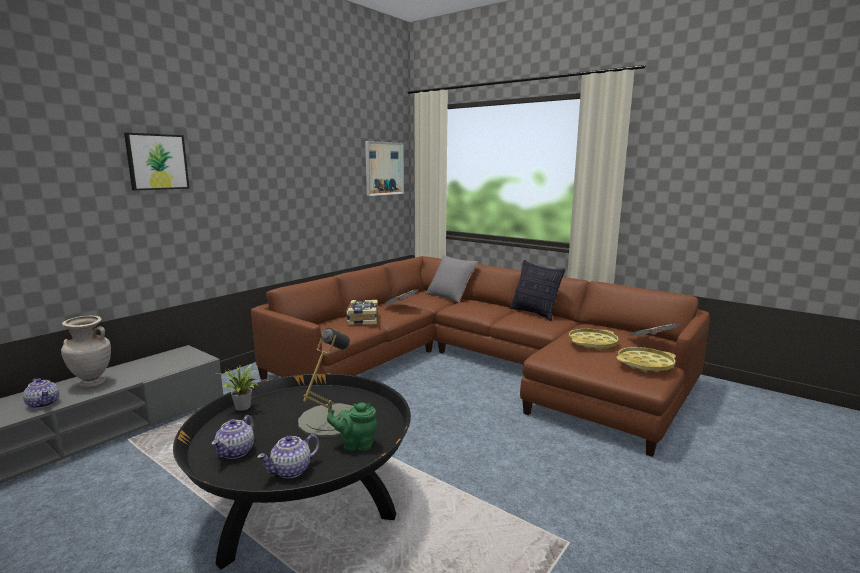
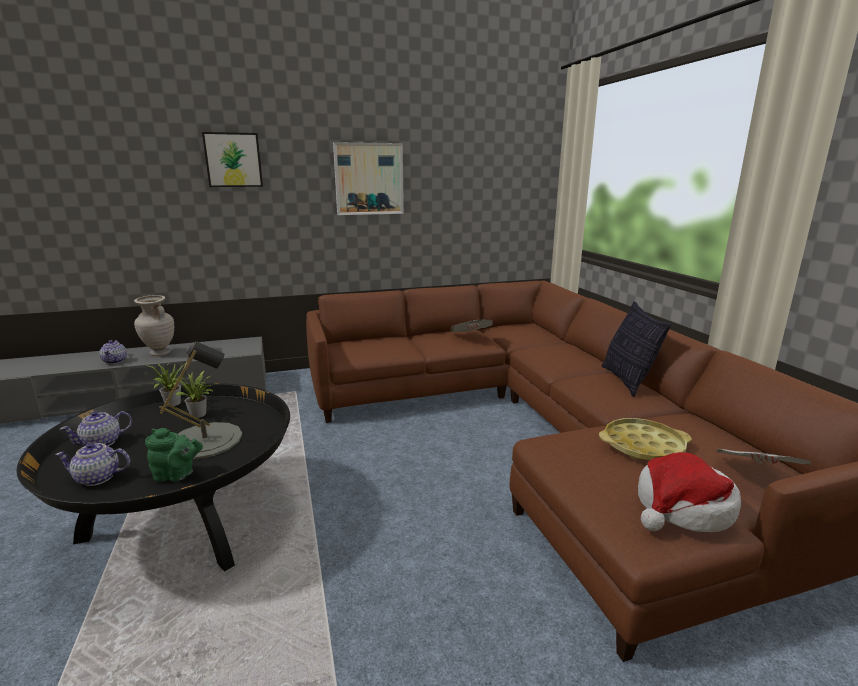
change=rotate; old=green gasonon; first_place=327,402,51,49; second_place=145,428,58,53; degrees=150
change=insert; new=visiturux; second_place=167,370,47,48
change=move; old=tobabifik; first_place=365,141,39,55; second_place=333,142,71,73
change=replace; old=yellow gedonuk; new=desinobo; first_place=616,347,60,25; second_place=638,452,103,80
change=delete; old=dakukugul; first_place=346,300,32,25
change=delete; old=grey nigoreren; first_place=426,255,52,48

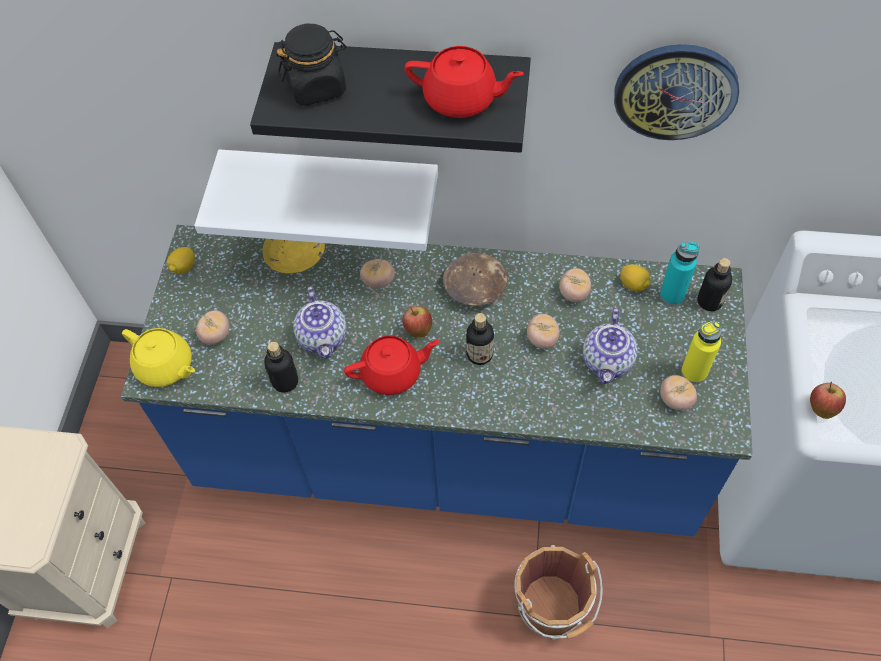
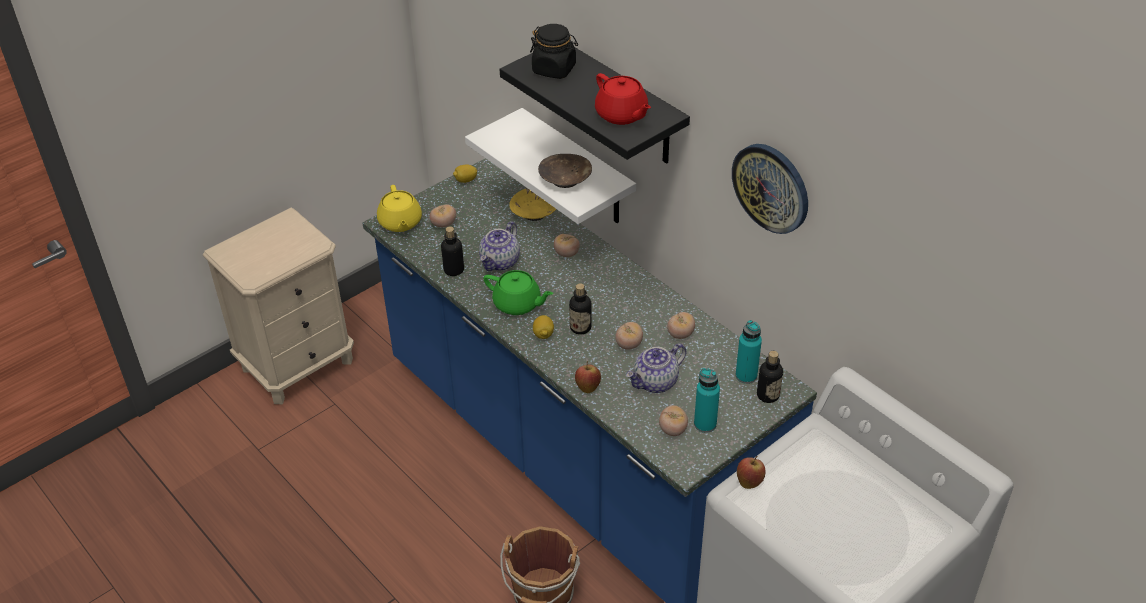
change=recolor; old=red gasonon; new=green gasonon; first_place=344,335,96,60; second_place=483,270,70,45
change=move; old=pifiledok; first_place=620,264,31,28; second_place=533,315,21,24
change=move; old=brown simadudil; first_place=443,253,64,53; second_place=538,154,54,34
change=move; old=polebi; first_place=402,306,30,32; second_place=575,361,26,32
change=recolor; old=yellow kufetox; new=turquoise kufetox; first_place=681,322,41,62; second_place=694,368,26,65

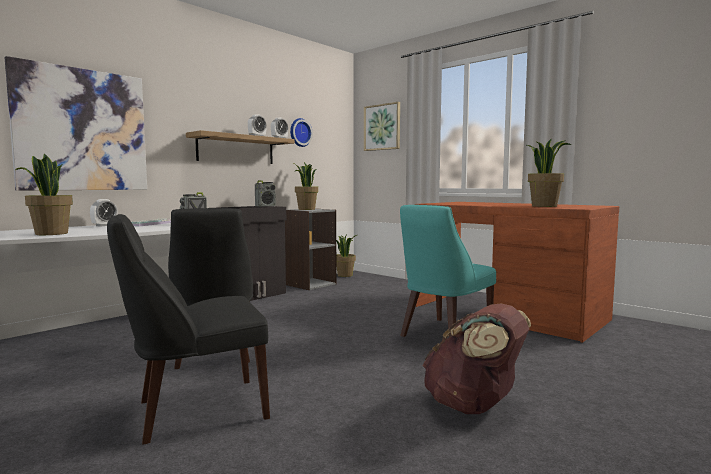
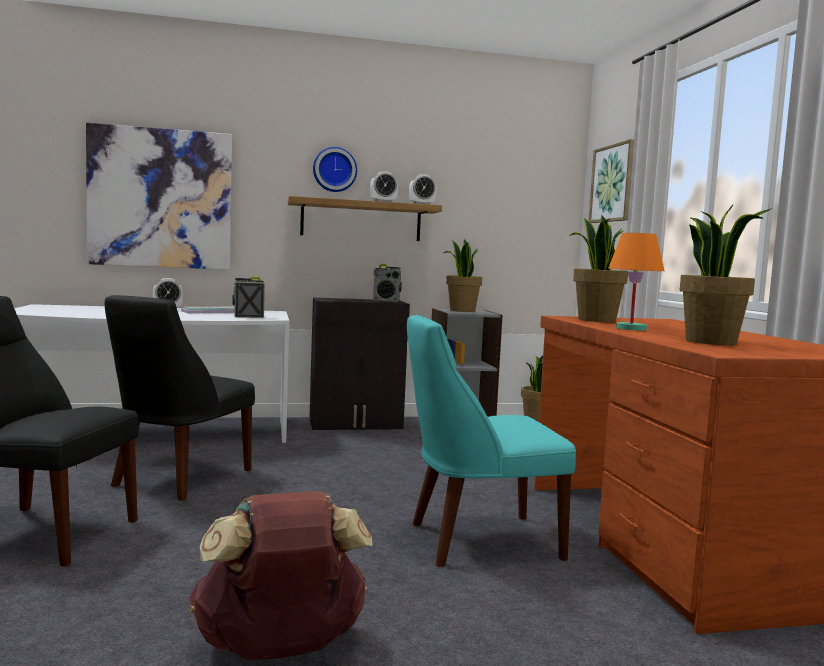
change=move; old=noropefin; first_place=290,118,23,29; second_place=313,147,44,45
change=move; old=visiturux; first_place=15,153,58,82; second_place=569,215,59,107
change=insert; new=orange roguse; second_place=608,233,57,98

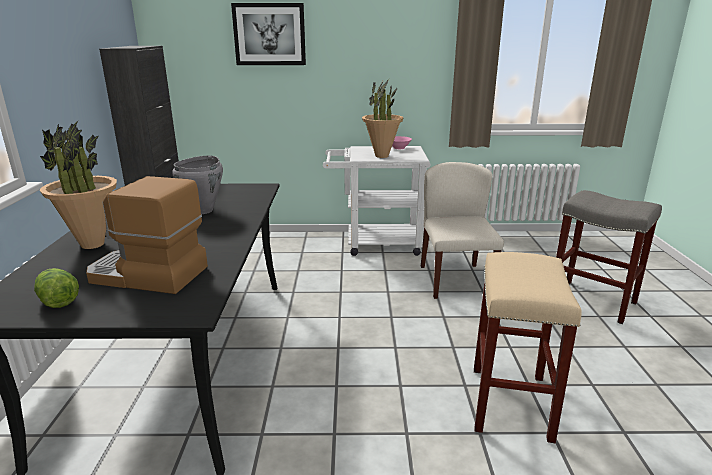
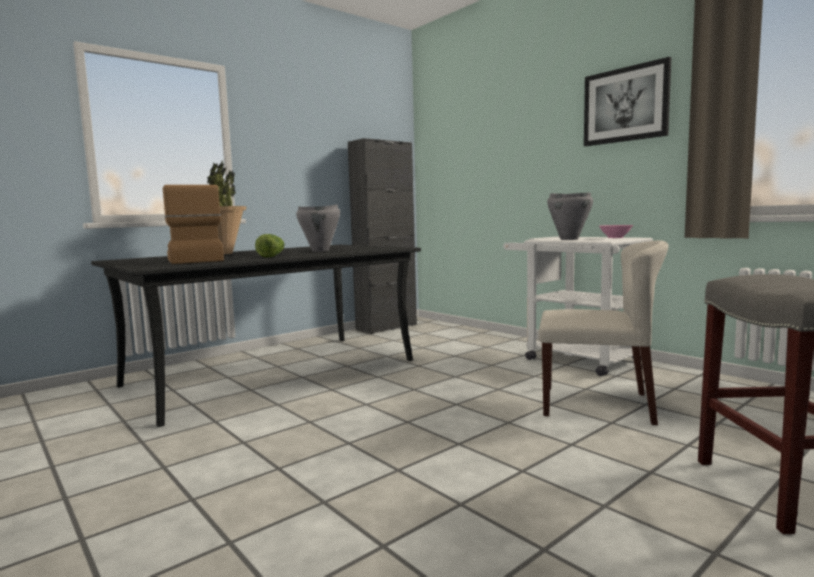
change=move; old=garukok; first_place=34,268,45,40; second_place=255,234,30,24
change=rotate; old=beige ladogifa; first_place=421,162,83,137; second_place=538,240,131,185; degrees=60
change=replace; old=visiturux; new=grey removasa; first_place=362,79,41,79; second_place=547,193,46,47
change=move; old=tobabifik; first_place=231,3,75,62; second_place=584,57,87,89
change=delete; old=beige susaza; first_place=474,252,108,191

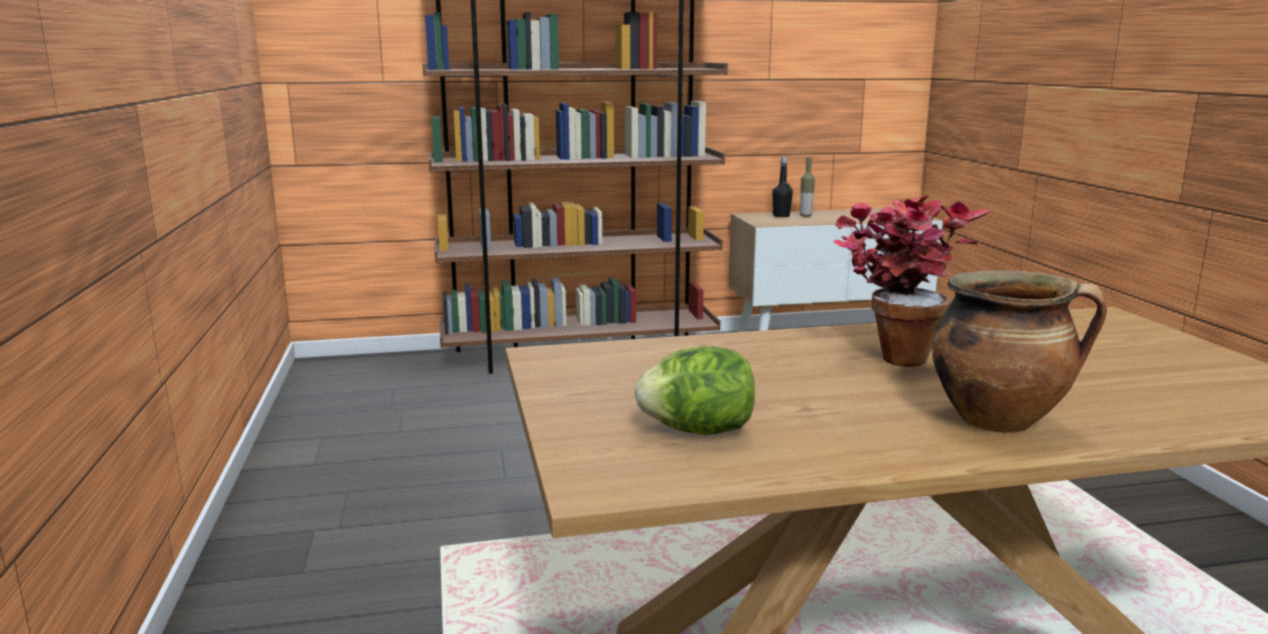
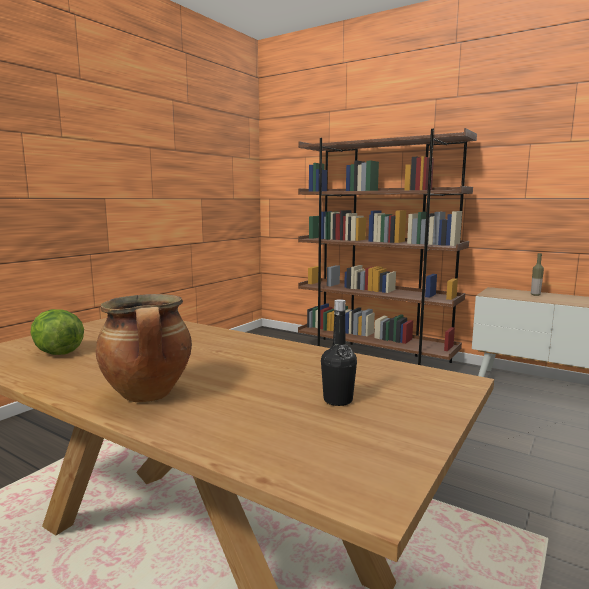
change=move; old=black kufetox; first_place=772,157,21,60; second_place=321,299,36,107
change=delete; old=visiturux; first_place=834,195,156,172

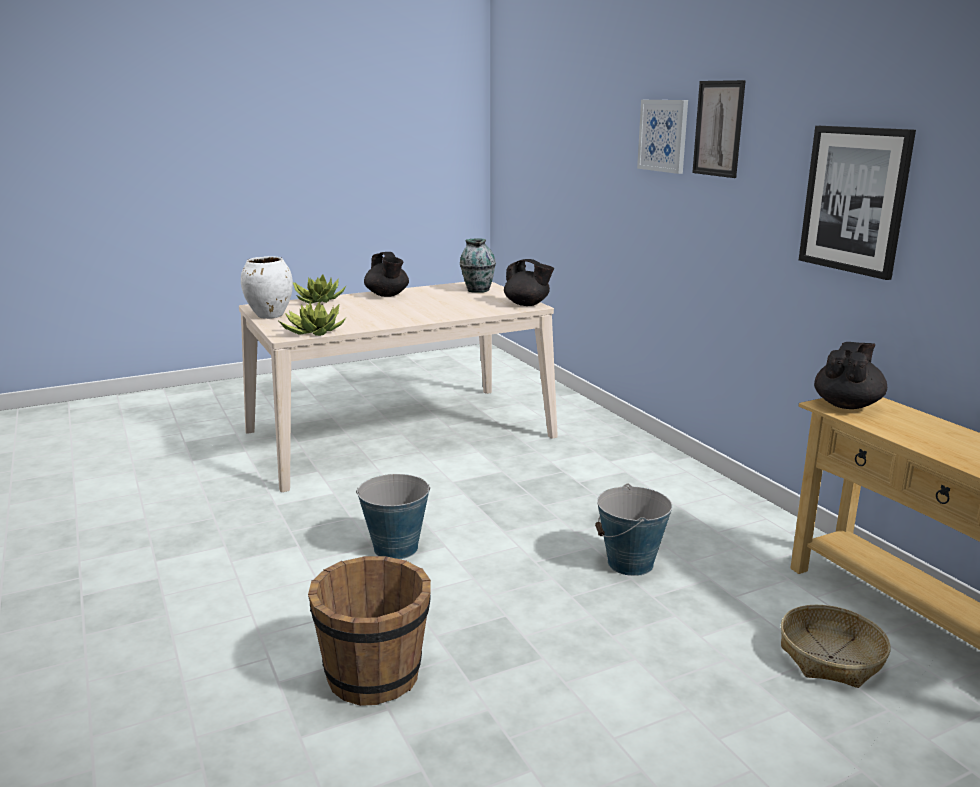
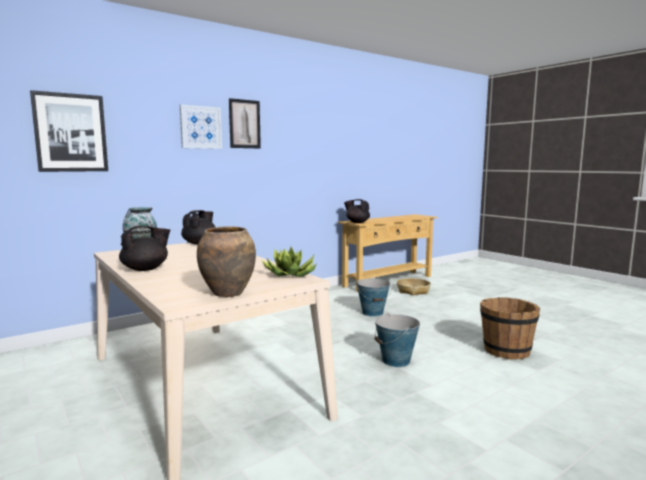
change=move; old=tobabifik; first_place=799,126,117,154; second_place=30,90,78,82
change=recolor; old=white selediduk; new=brown selediduk; first_place=241,256,52,63; second_place=197,226,59,71
change=delete; old=visiturux; first_place=293,274,53,30

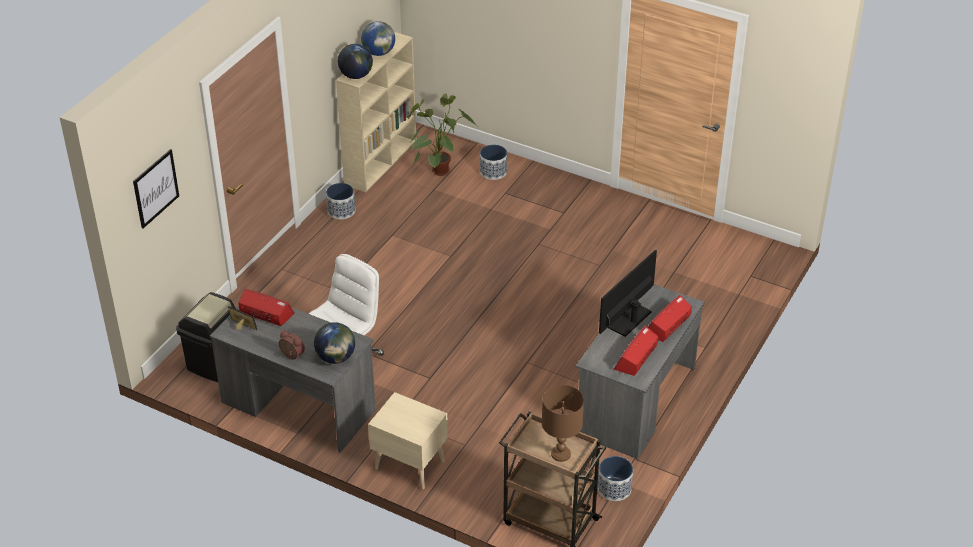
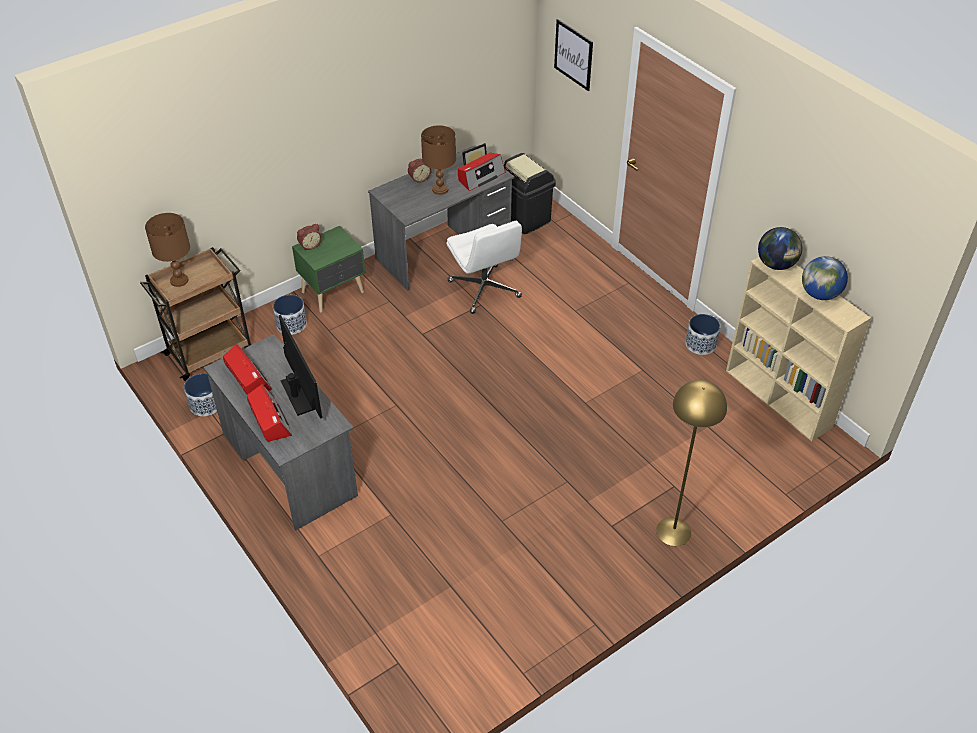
change=move; old=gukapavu; first_place=480,145,27,35; second_place=273,295,34,40
change=recolor; old=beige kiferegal; new=green kiferegal; first_place=368,392,80,97; second_place=292,226,73,87
change=insert; new=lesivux; second_place=297,224,25,26
change=insert; new=brown roguse; second_place=421,125,35,70
change=insert; new=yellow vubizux; second_place=656,380,71,166
change=delete; old=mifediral; first_place=314,322,41,42
change=delete; old=visiturux; first_place=407,93,70,83

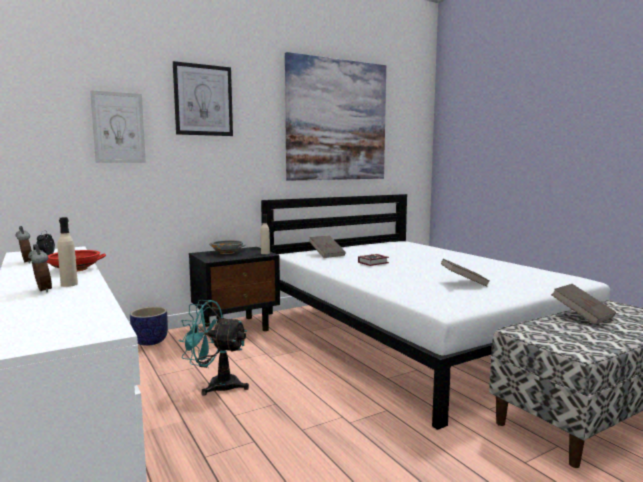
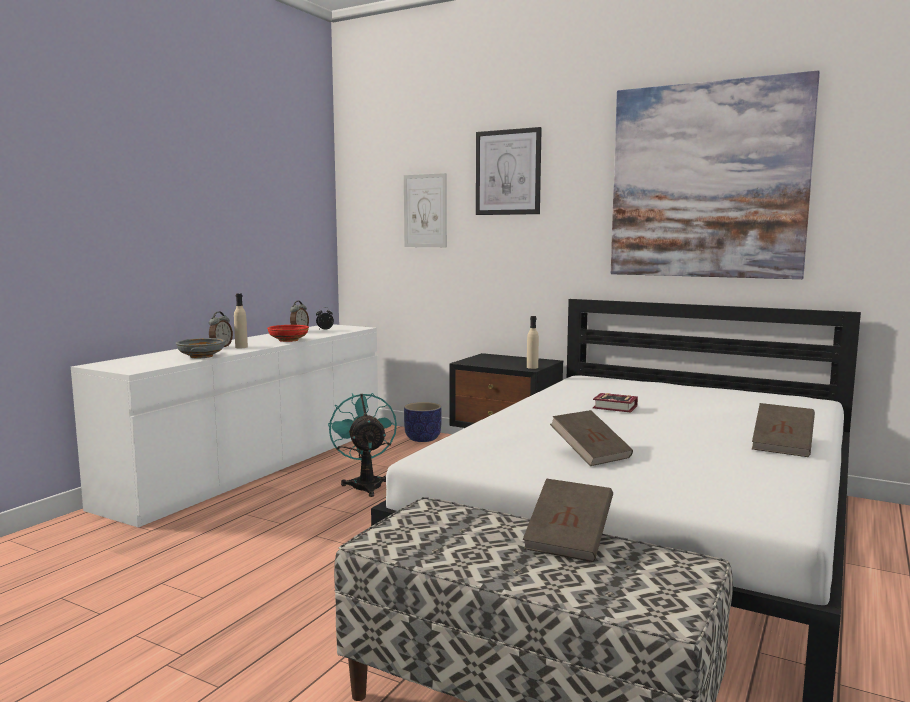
change=move; old=grey simadudil; first_place=209,240,37,14; second_place=175,338,50,20
change=move; old=brown dakukugul; first_place=309,235,36,23; second_place=752,403,63,54

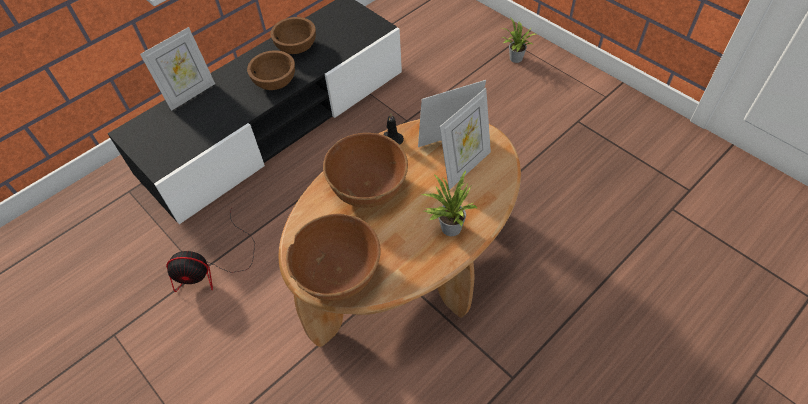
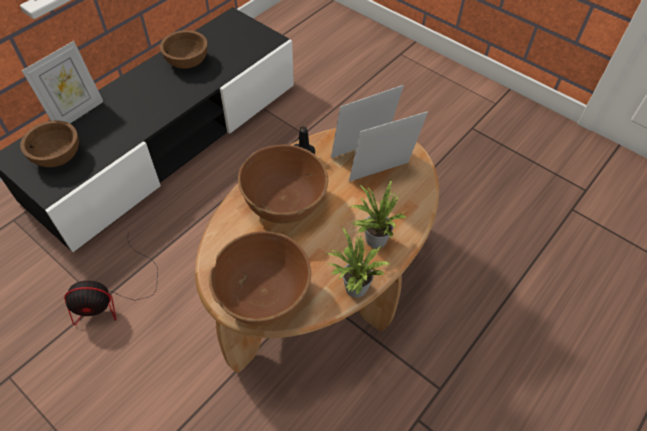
change=move; old=brown simadudil; first_place=247,50,48,40; second_place=20,120,59,47
change=move; old=visiturux; first_place=501,17,35,46; second_place=324,227,67,71
change=rotate; old=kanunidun; first_place=440,88,51,102; second_place=349,111,79,70; degrees=-150

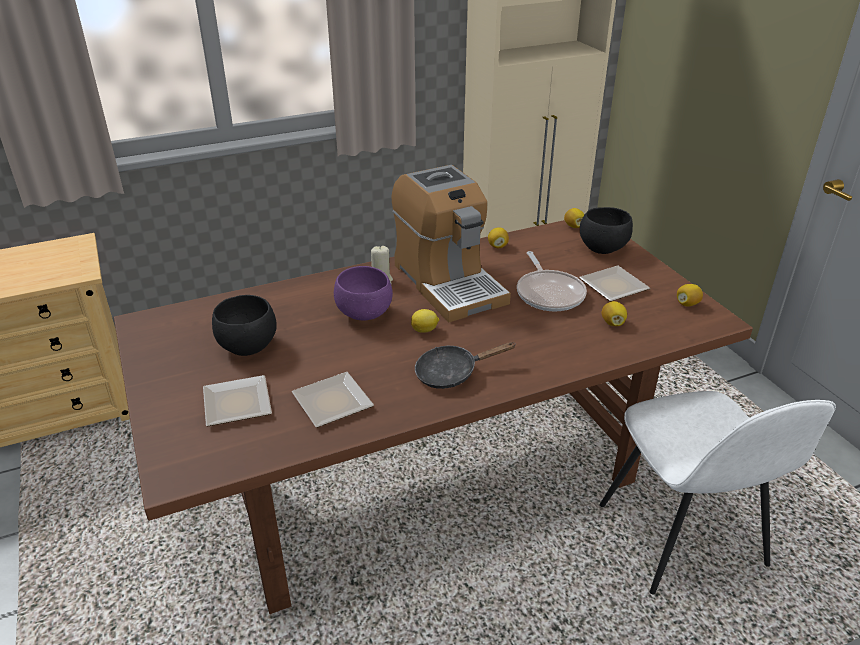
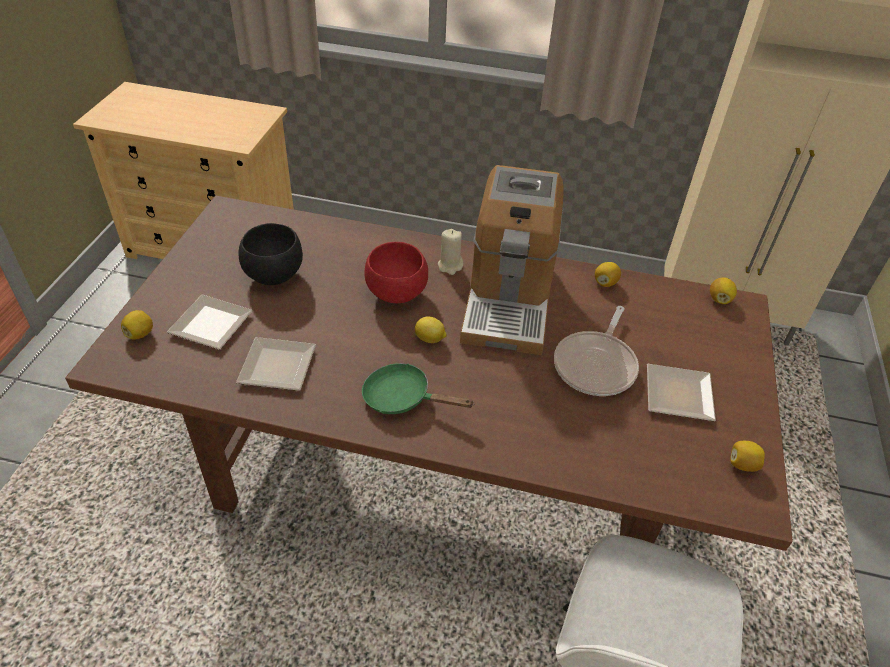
change=move; old=pifiledok; first_place=602,301,25,25; second_place=121,310,32,29
change=recolor; old=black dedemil; new=green dedemil; first_place=415,342,100,47; second_place=362,363,113,51
change=recolor; old=purple simadudil; new=red simadudil; first_place=334,266,59,55; second_place=364,242,64,61
change=delete; old=black simadudil; first_place=580,207,53,47

